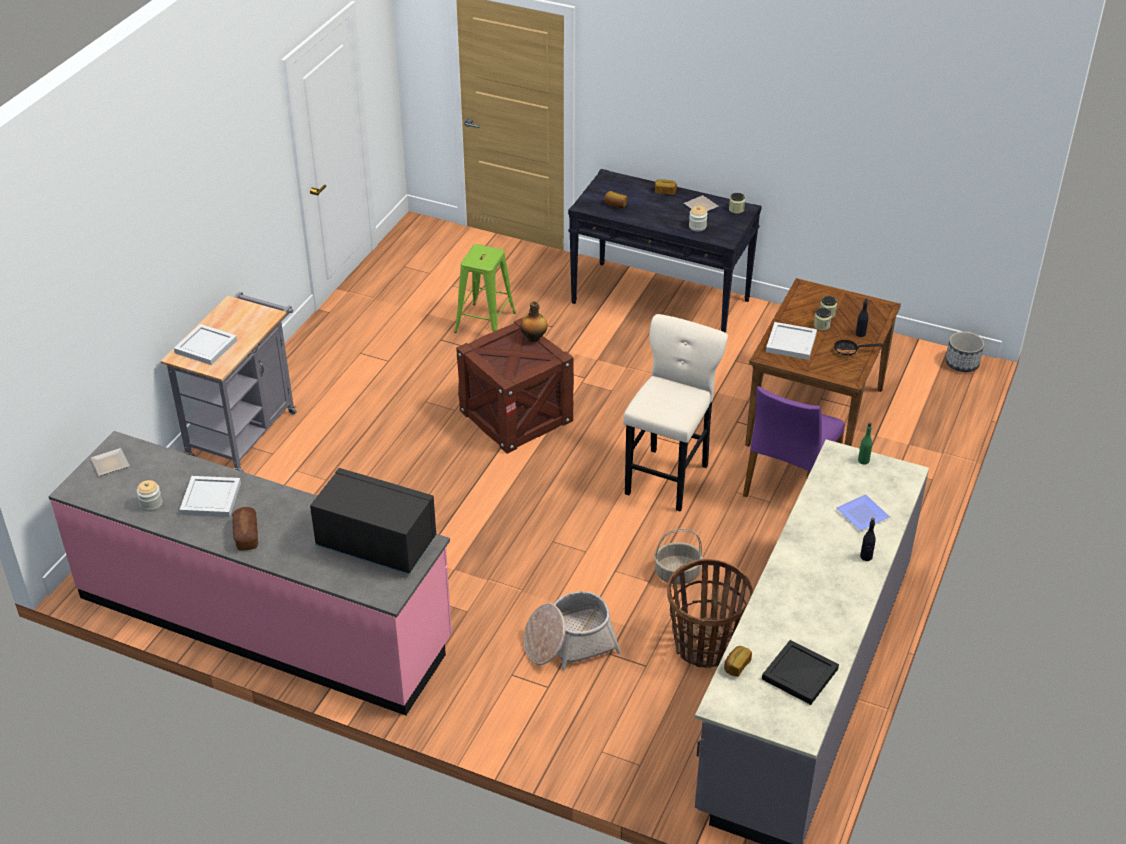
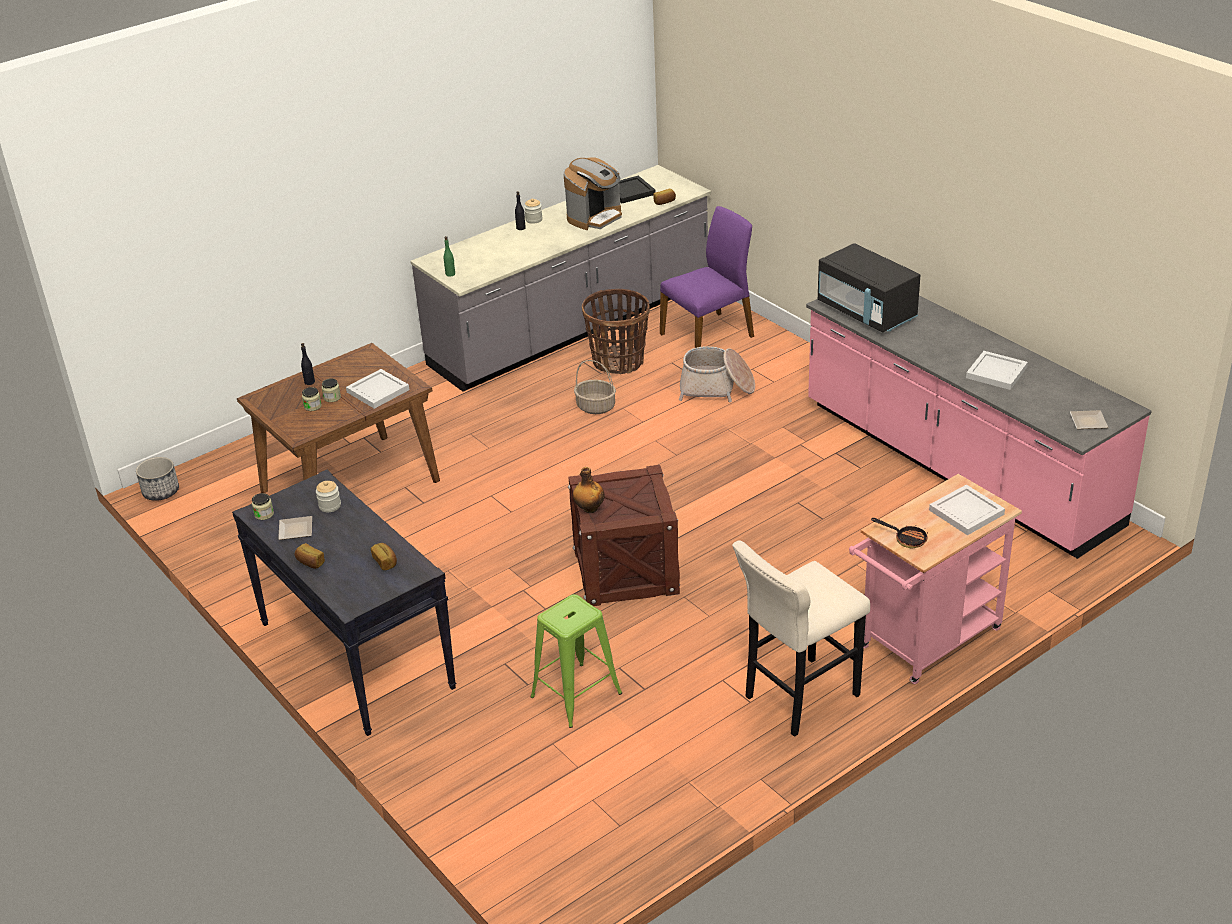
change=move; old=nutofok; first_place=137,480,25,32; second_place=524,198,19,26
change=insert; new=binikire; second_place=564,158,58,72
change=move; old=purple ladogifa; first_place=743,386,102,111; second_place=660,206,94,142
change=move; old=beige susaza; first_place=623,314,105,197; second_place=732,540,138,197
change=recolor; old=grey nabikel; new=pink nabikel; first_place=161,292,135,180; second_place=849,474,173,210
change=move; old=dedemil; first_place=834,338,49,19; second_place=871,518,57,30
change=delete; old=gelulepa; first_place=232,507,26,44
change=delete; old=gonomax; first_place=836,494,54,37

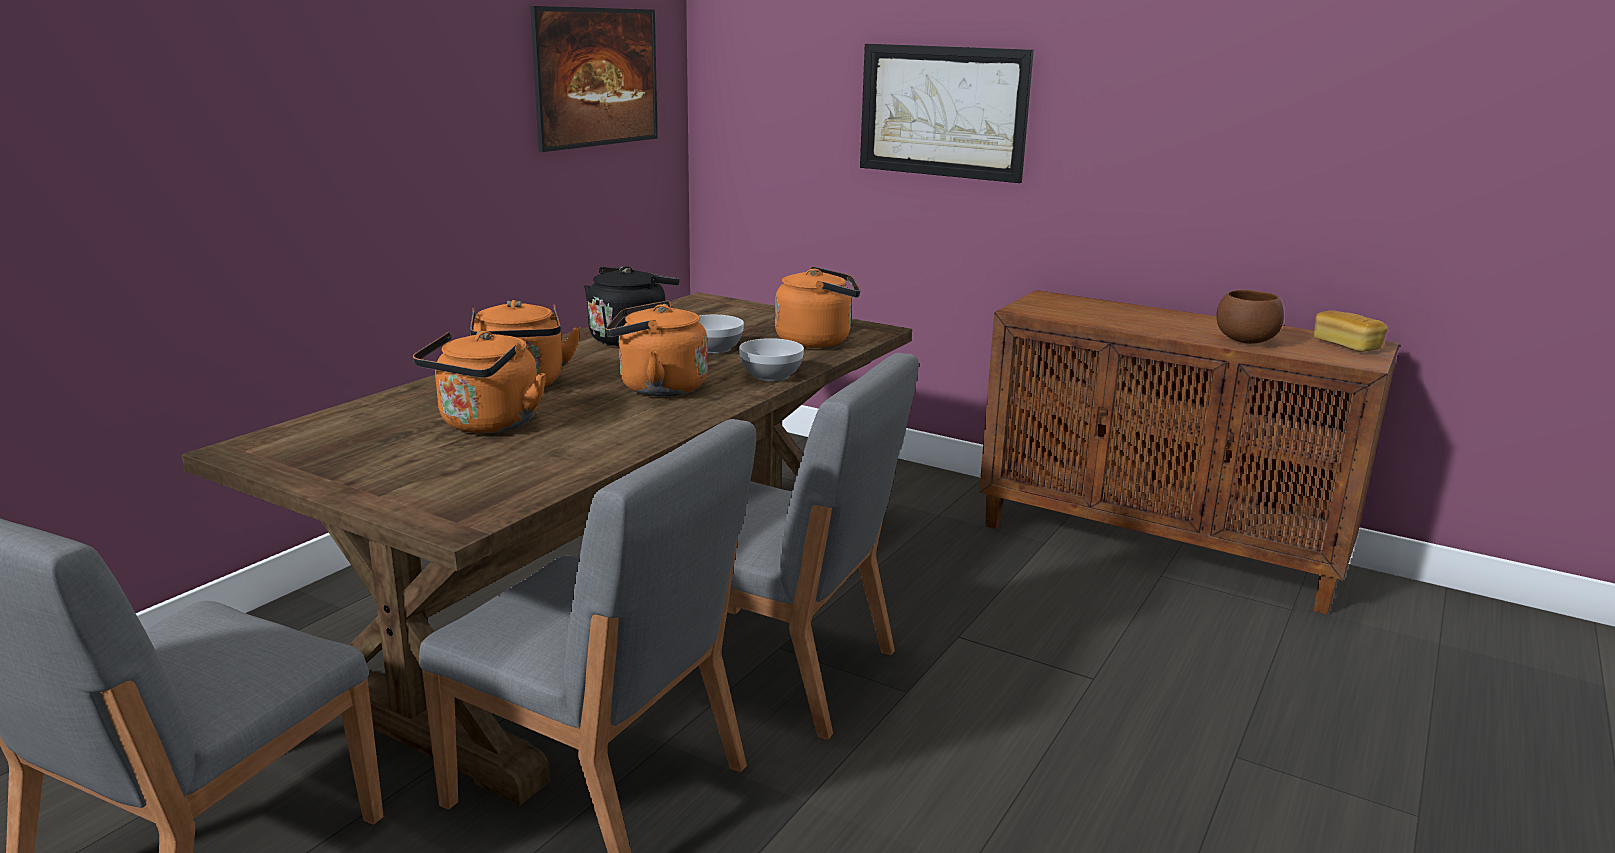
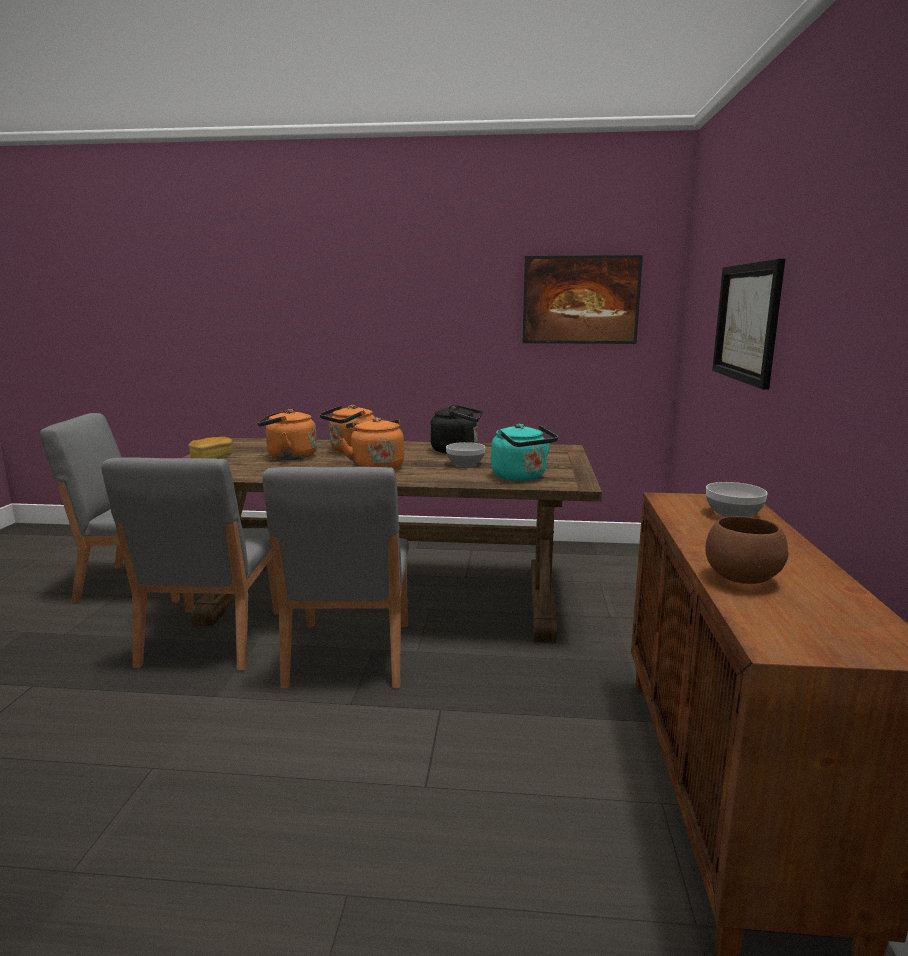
change=move; old=gelulepa; first_place=1314,311,74,41; second_place=189,437,43,21
change=recolor; old=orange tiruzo; new=turquoise tiruzo; first_place=775,266,86,82; second_place=491,424,67,57
change=move; old=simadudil; first_place=739,338,65,43; second_place=706,482,62,35

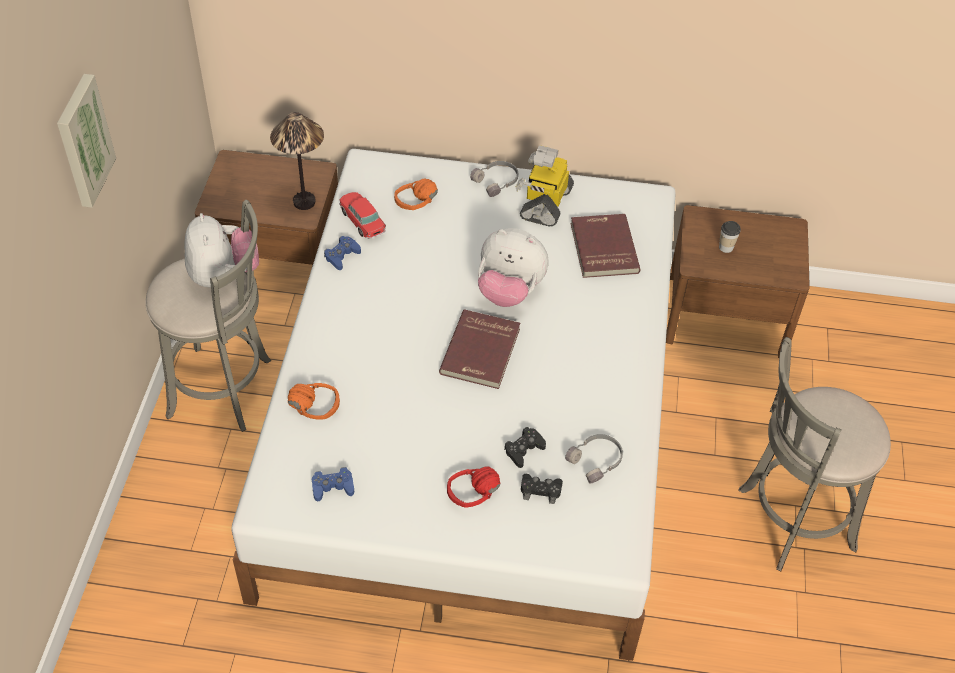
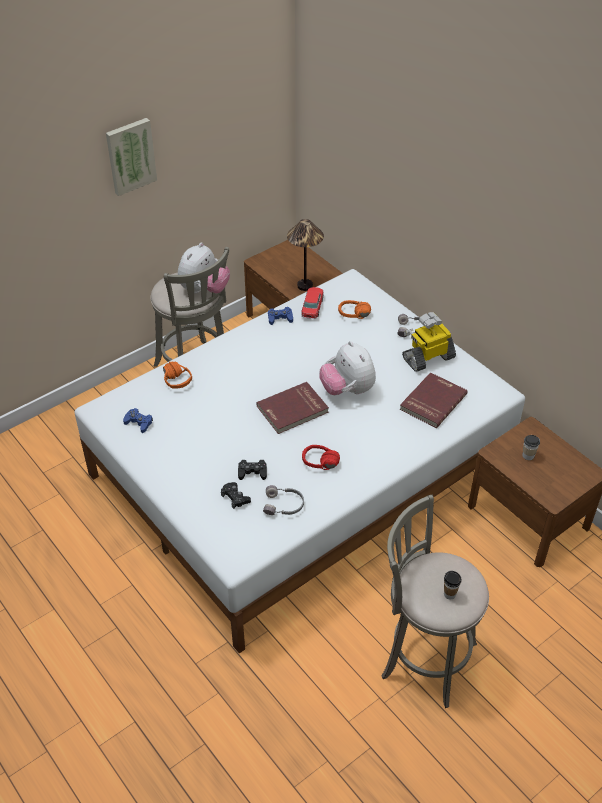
change=move; old=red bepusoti; first_place=447,466,53,42; second_place=302,445,38,25
change=insert; new=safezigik; second_place=444,571,18,28

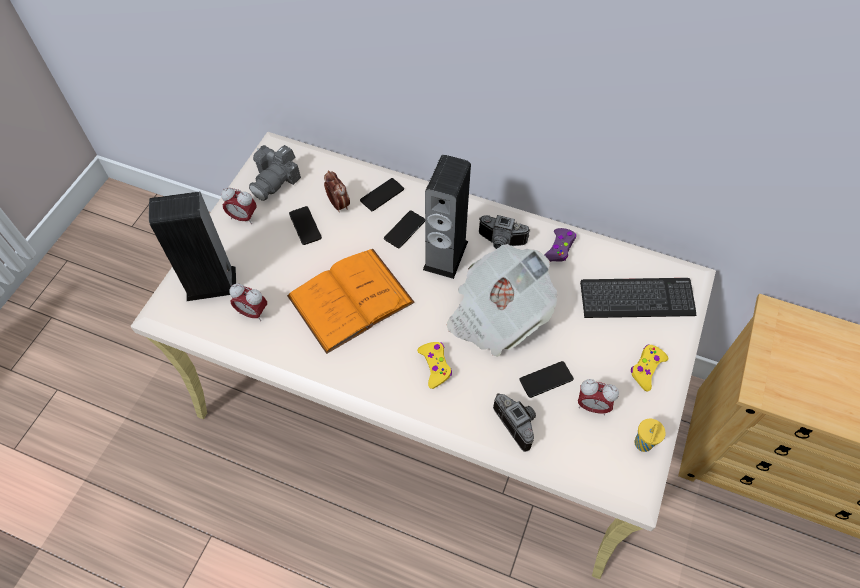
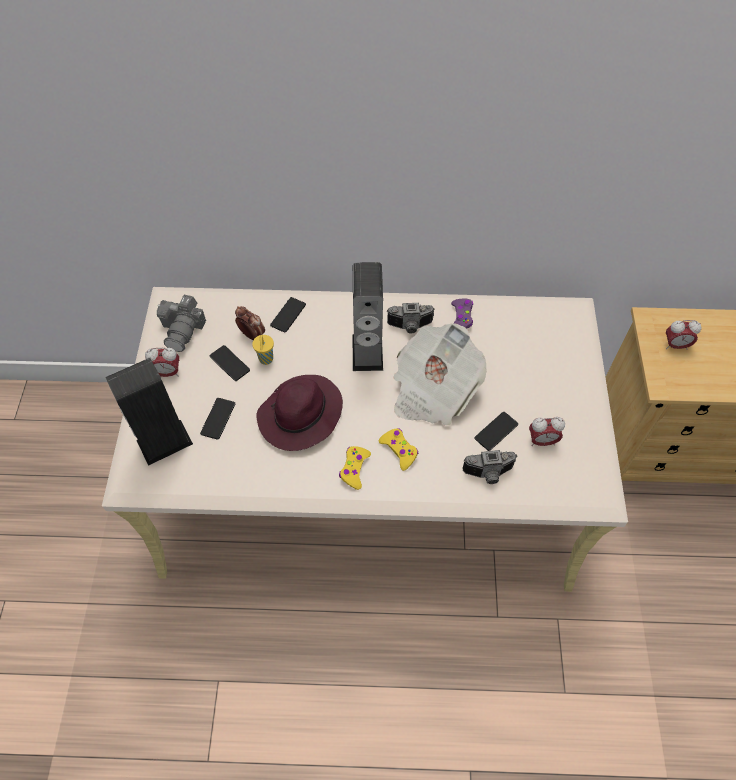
change=move; old=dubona; first_place=384,210,41,38; second_place=200,398,35,42
change=move; old=yellow safezigik; first_place=634,419,32,33; second_place=252,335,22,30
change=replace; old=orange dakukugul; new=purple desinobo; first_place=287,249,128,105; second_place=256,375,87,76
change=move; old=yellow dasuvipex; first_place=631,344,38,47; second_place=339,446,32,44
change=rotate; old=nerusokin; first_place=493,393,43,59; second_place=463,450,54,34; degrees=135
change=move; old=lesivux; first_place=229,283,38,38; second_place=666,320,36,30
change=delete; old=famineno; first_place=580,278,116,40

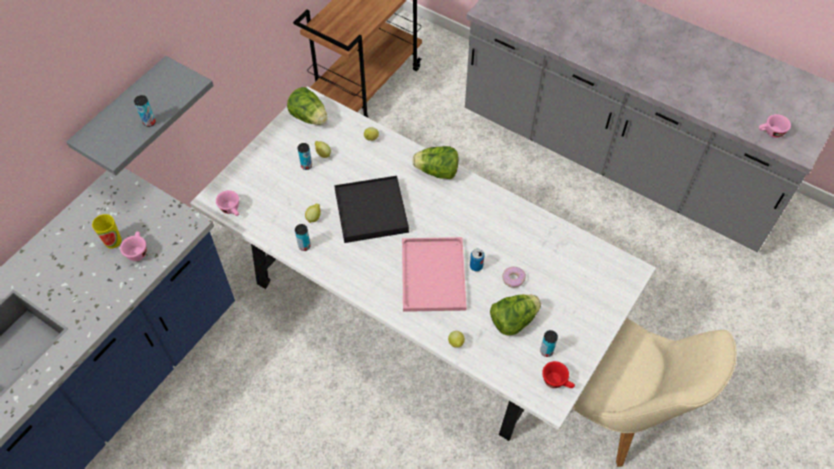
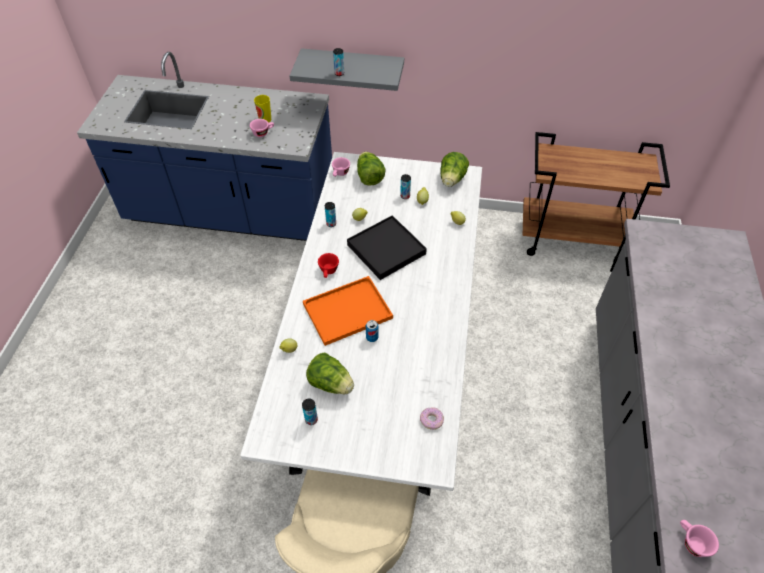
change=recolor; old=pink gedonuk; new=orange gedonuk; first_place=402,237,65,75; second_place=303,276,90,70
change=move; old=red safezigik; first_place=542,361,33,27; second_place=318,253,21,25
change=move; old=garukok; first_place=412,146,46,33; second_place=357,152,28,34
change=move; old=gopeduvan; first_place=502,266,24,22; second_place=420,407,24,23

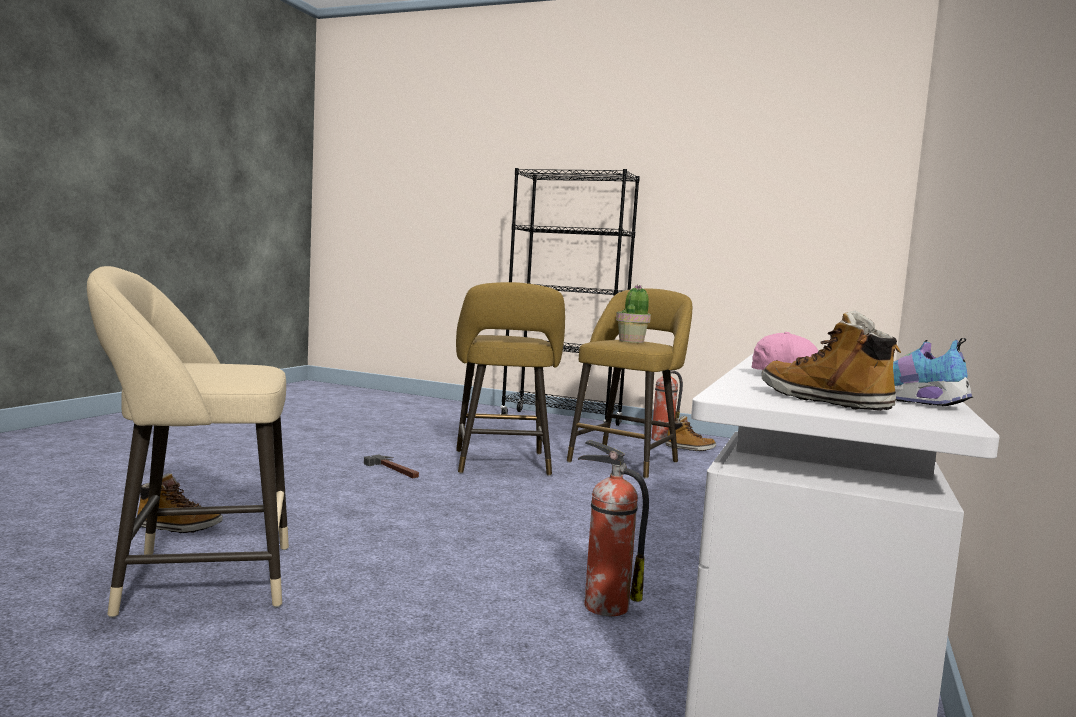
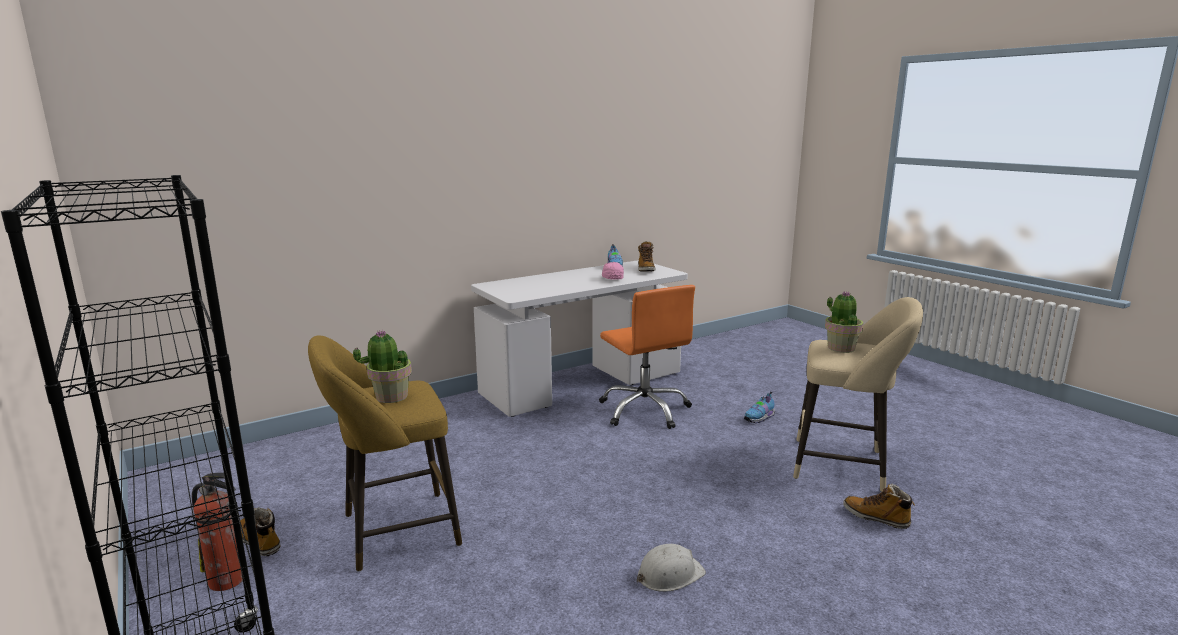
change=replace; old=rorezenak; new=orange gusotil; first_place=578,440,71,176; second_place=599,285,96,144
change=replace; old=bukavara; new=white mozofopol; first_place=364,454,55,24; second_place=637,544,69,48
change=insert; new=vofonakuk; second_place=744,392,31,31
change=insert; new=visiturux; second_place=825,291,38,62
change=delete; old=yellow susaza; first_place=456,282,109,194

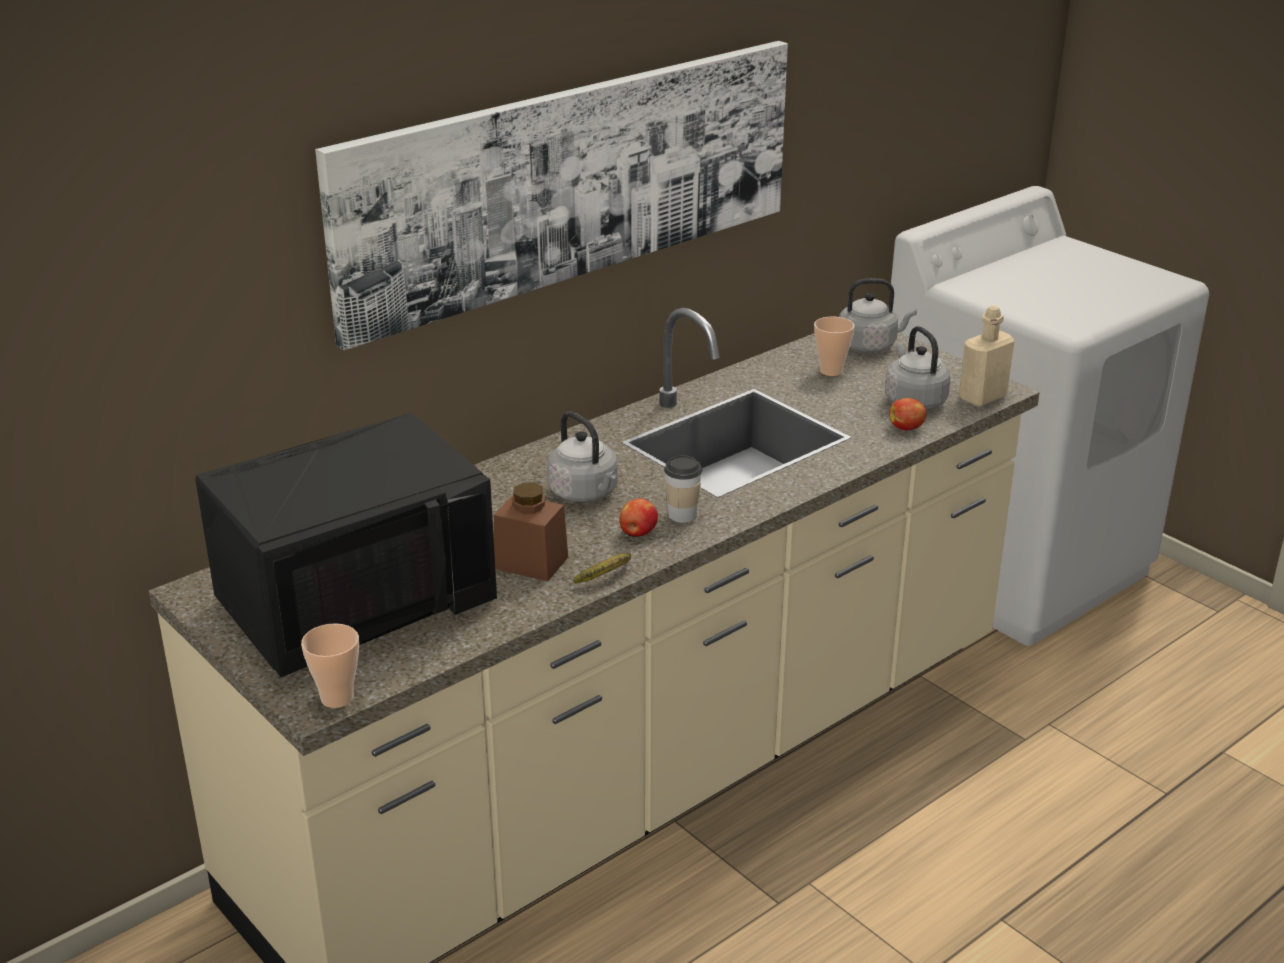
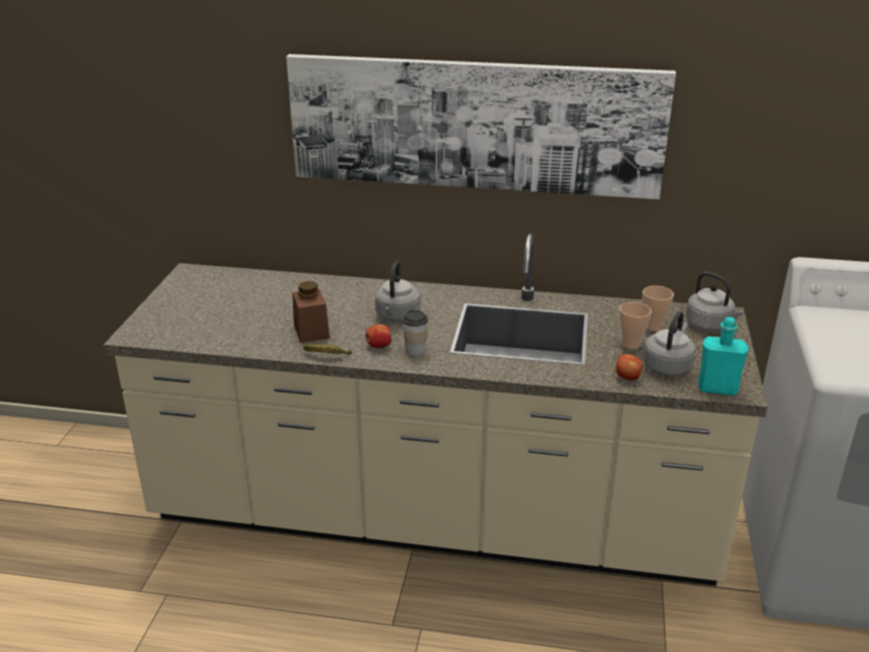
change=move; old=safezigik; first_place=301,623,58,85; second_place=619,302,33,47
change=recolor; old=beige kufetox; new=turquoise kufetox; first_place=959,306,56,101; second_place=698,317,51,79
change=delete; old=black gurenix; first_place=196,412,301,265

